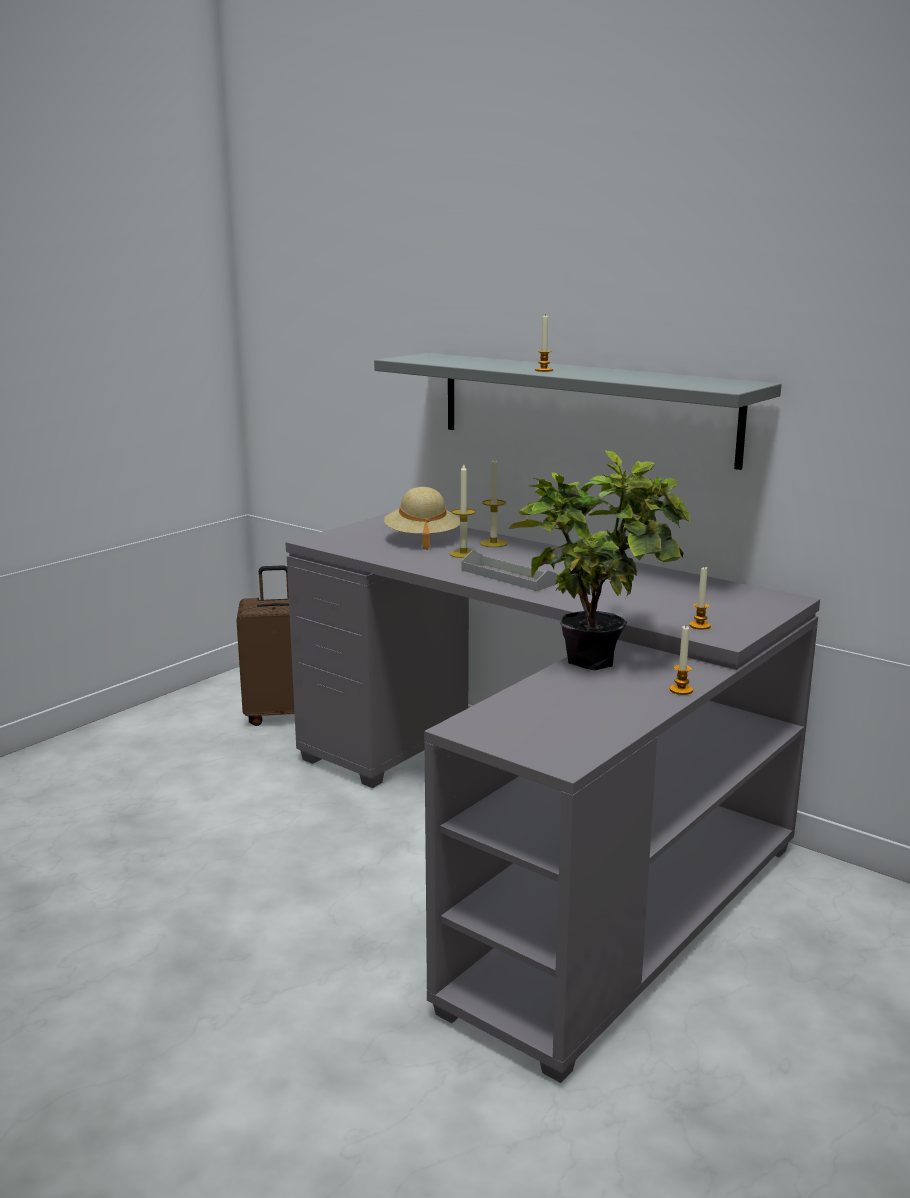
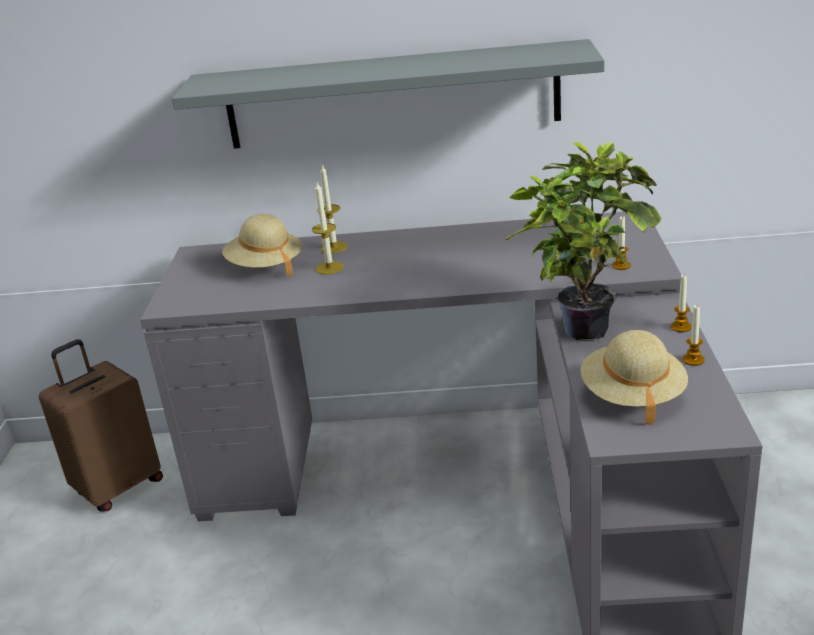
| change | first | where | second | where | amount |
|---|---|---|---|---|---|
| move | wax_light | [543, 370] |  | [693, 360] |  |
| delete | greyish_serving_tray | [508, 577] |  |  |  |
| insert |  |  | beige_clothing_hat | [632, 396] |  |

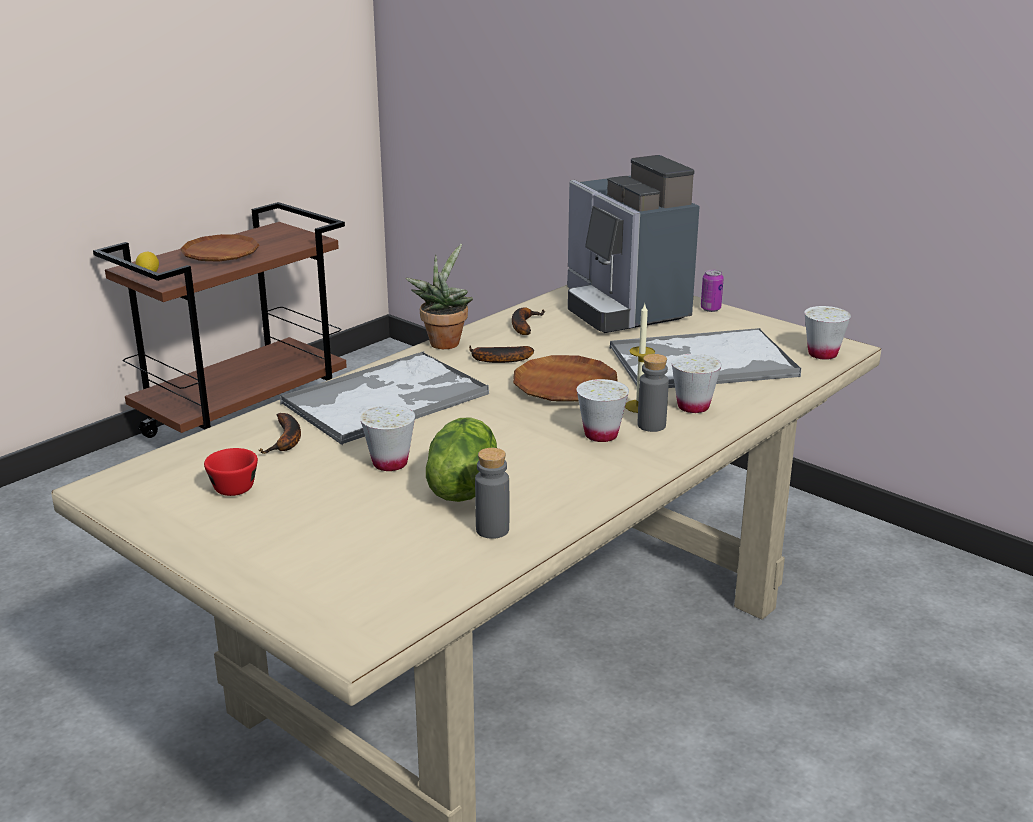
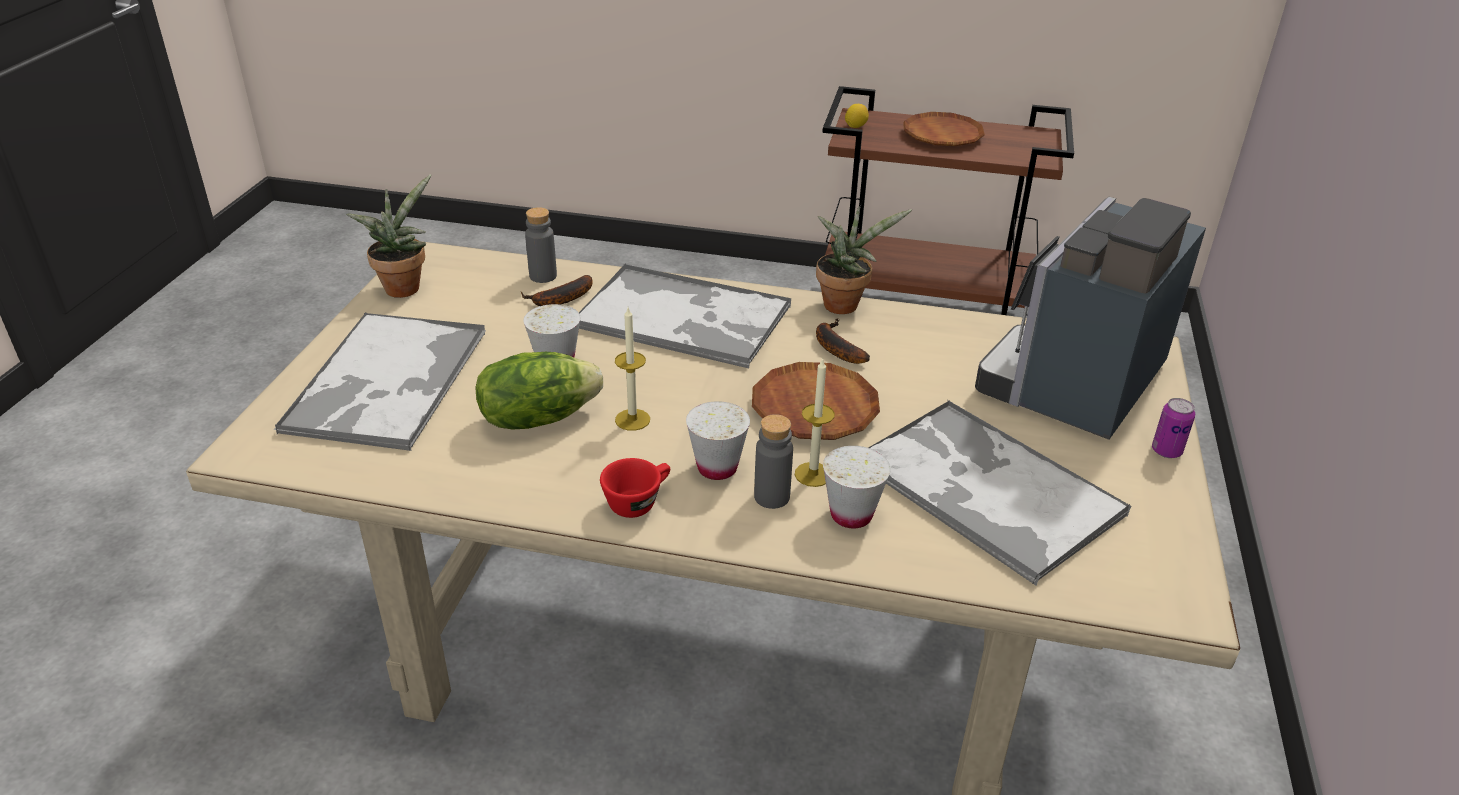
| change | first | where | second | where | amount |
|---|---|---|---|---|---|
| delete | white-coloured_cup | [822, 354] |  |  |  |
| delete | whole_banana | [523, 325] |  |  |  |
| move | red-coloured_cup | [233, 485] |  | [638, 501] |  |
| move | greyish_beverage_bottle | [492, 530] |  | [543, 276] |  |
| insert |  |  | potted_plant | [403, 286] |  |
| insert |  |  | wax_light | [632, 419] |  |
| insert |  |  | serving_tray | [386, 382] |  |

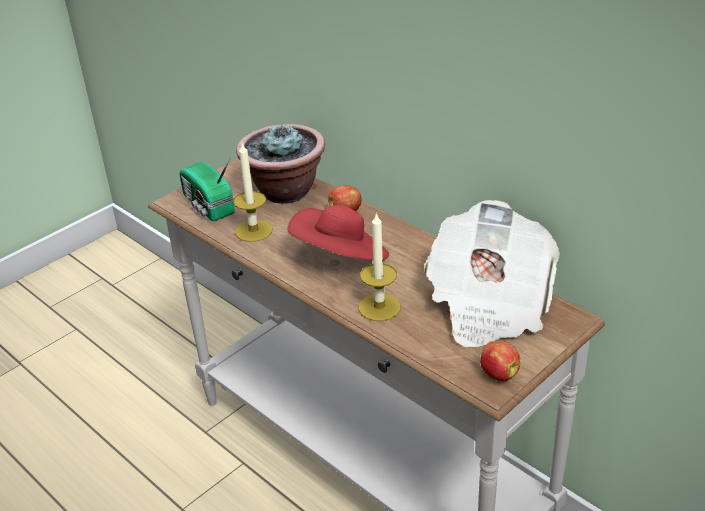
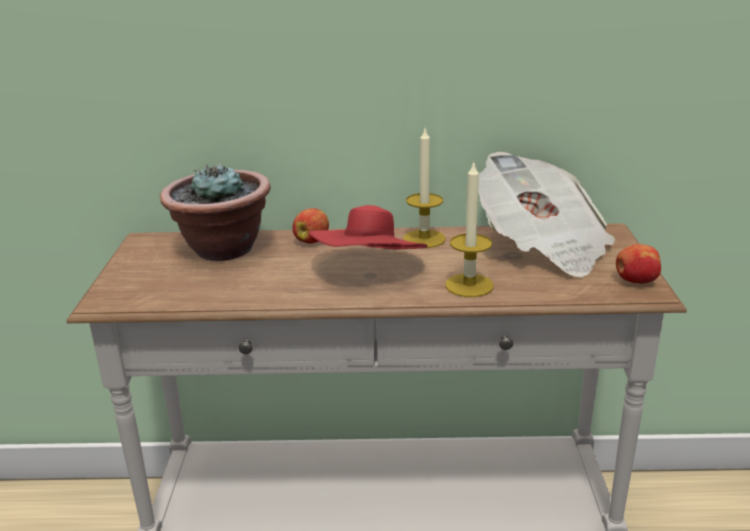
| change | first | where | second | where | amount |
|---|---|---|---|---|---|
| move | wax_light | [253, 230] |  | [424, 239] |  |
| delete | radio_set | [208, 206] |  |  |  |

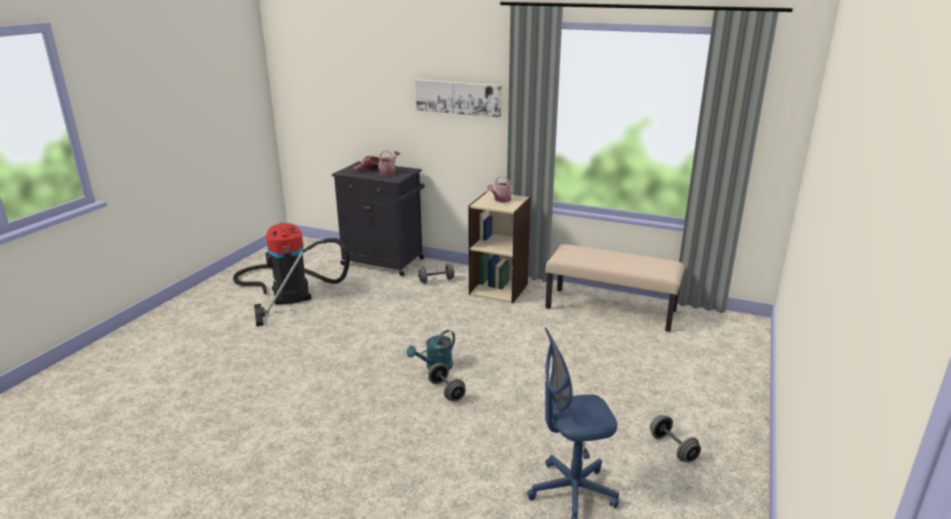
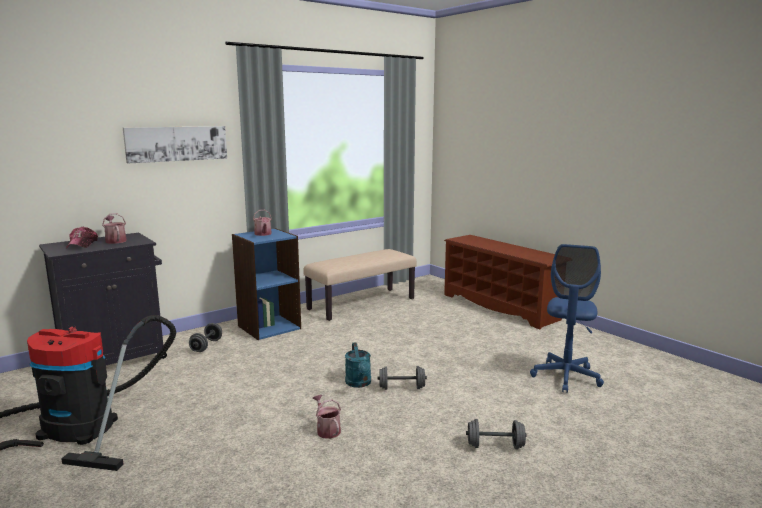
| change | first | where | second | where | amount |
|---|---|---|---|---|---|
| recolor | beige_shelving_unit | [499, 289] | blue_shelving_unit | [269, 327] |  |
| move | greyish_dumbbell | [673, 448] |  | [495, 446] |  |
| insert |  |  | brown-coloured_shoe_stand | [501, 307] |  |
| insert |  |  | sprinkling_can | [327, 430] |  |

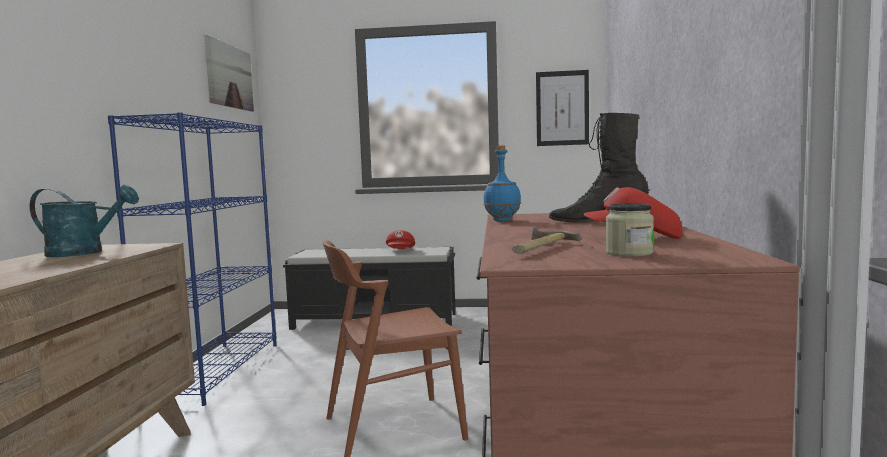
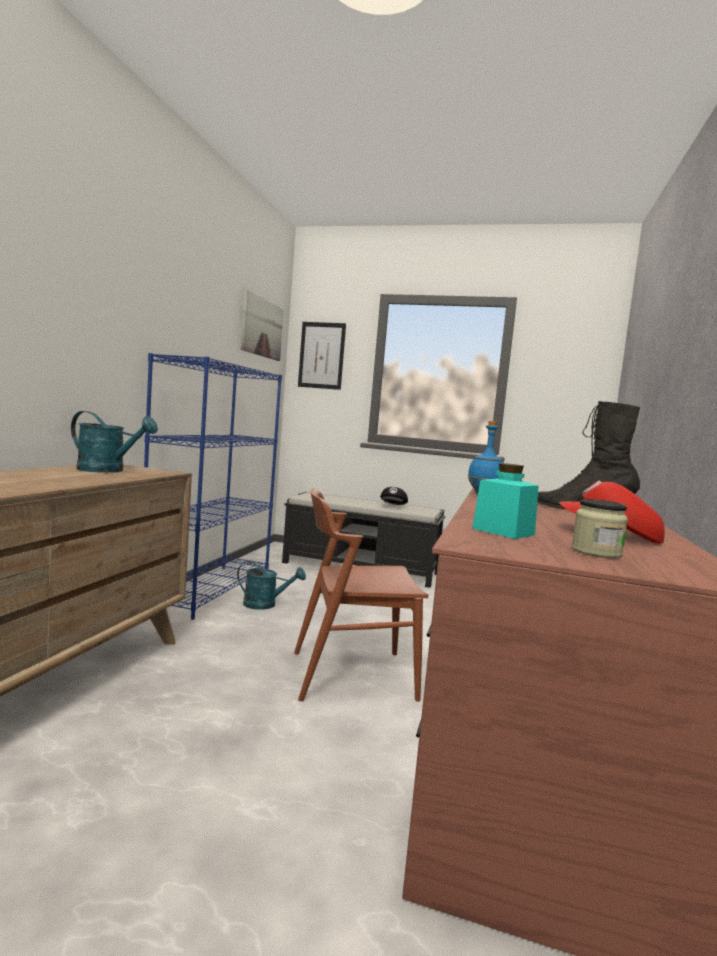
| change | first | where | second | where | amount |
|---|---|---|---|---|---|
| move | picture | [562, 108] |  | [321, 355] |  |
| replace | tool_hammer | [538, 249] | blue-green_preserve_jar | [503, 531] |  |
| recolor | red-coloured_baseball_cap | [401, 251] | black_baseball_cap | [393, 506] |  |
| insert |  |  | blue-green_sprinkling_can | [265, 605] |  |

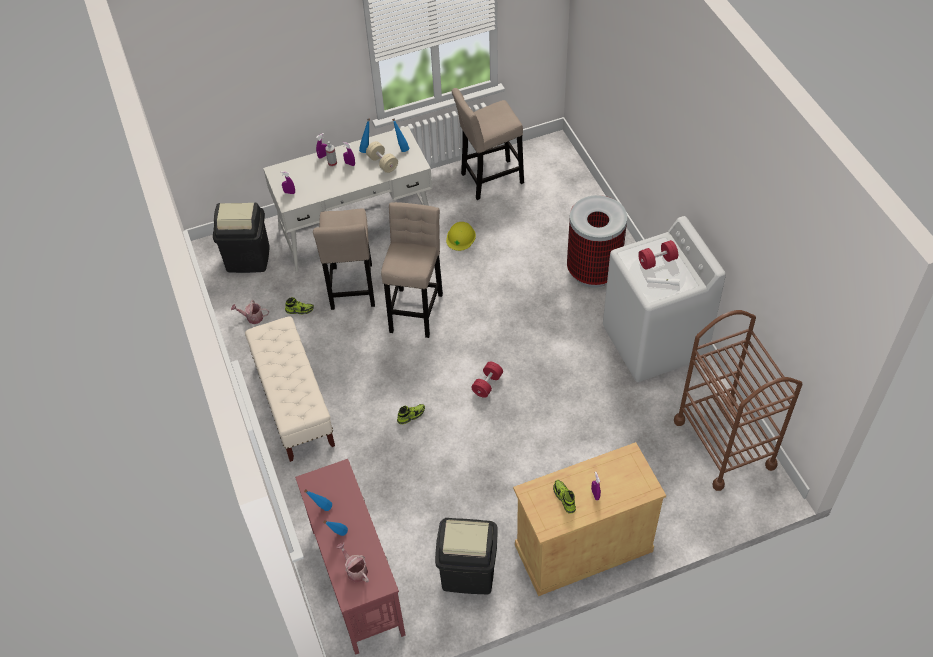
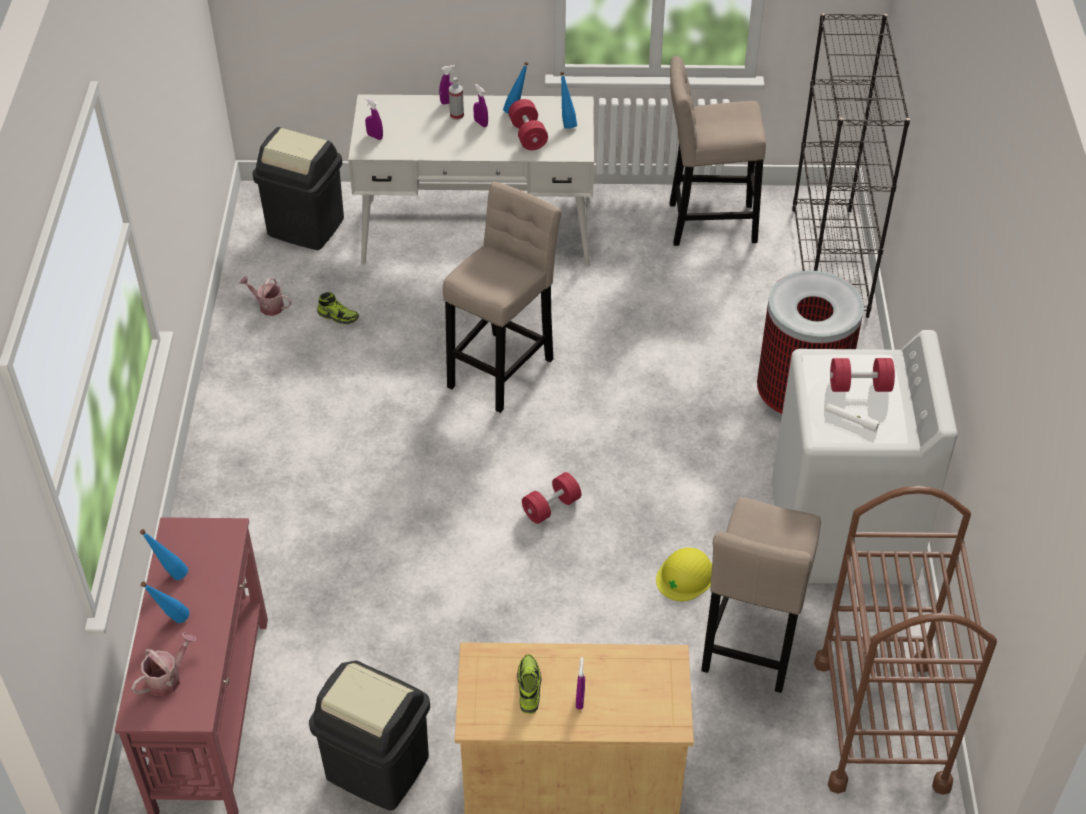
| change | first | where | second | where | amount |
|---|---|---|---|---|---|
| recolor | beige_dumbbell | [382, 163] | red-coloured_dumbbell | [528, 135] |  |
| move | beige_stool | [352, 289] |  | [751, 646] |  |
| move | yellow_hard_hat | [460, 237] |  | [685, 576] |  |
| delete | beige_indoor_bench | [294, 404] |  |  |  |
| delete | low_shoe | [411, 415] |  |  |  |
| rotate | sprinkling_can | [355, 570] |  | [167, 678] | 60 degrees clockwise |
| insert |  |  | black_shelving_unit | [830, 262] |  |

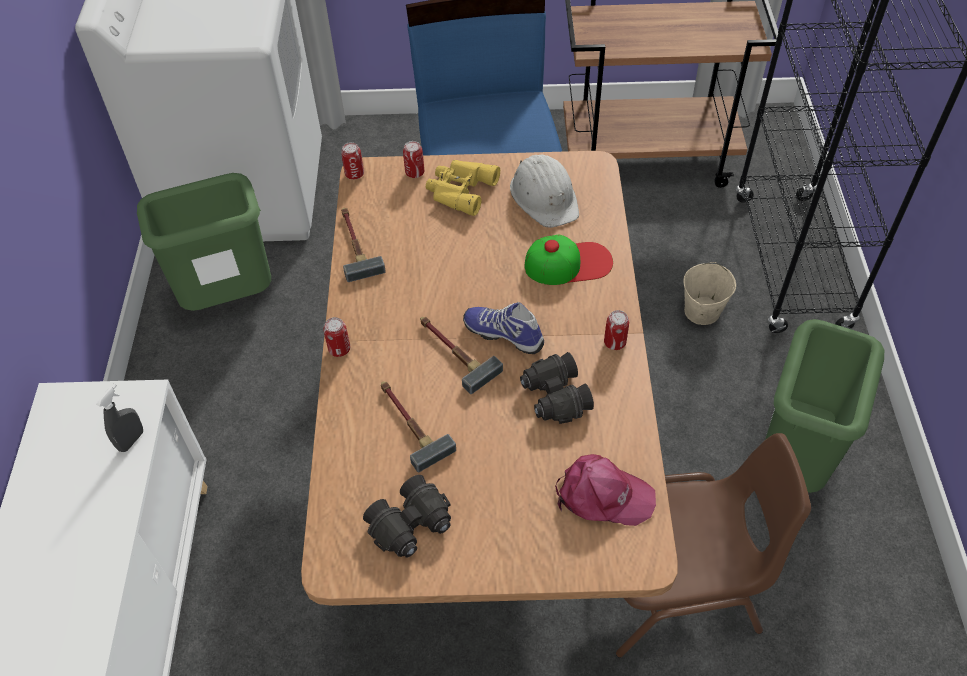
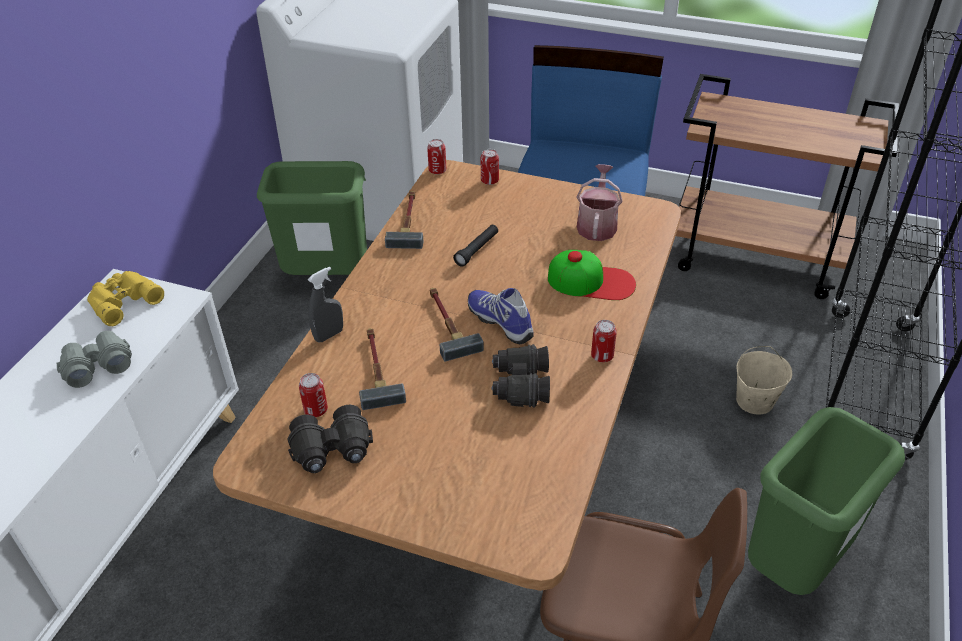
| change | first | where | second | where | amount |
|---|---|---|---|---|---|
| replace | white-coloured_hard_hat | [544, 196] | sprinkling_can | [597, 224] |  |
| move | yellow_binoculars | [459, 190] |  | [122, 300] |  |
| move | can | [339, 349] |  | [316, 410] |  |
| move | greyish_hand_sprayer | [131, 440] |  | [329, 335] |  |
| delete | pink-coloured_baseball_cap | [603, 495] |  |  |  |
| insert |  |  | black_flashlight | [477, 250] |  |
| insert |  |  | greyish_binoculars | [97, 365] |  |

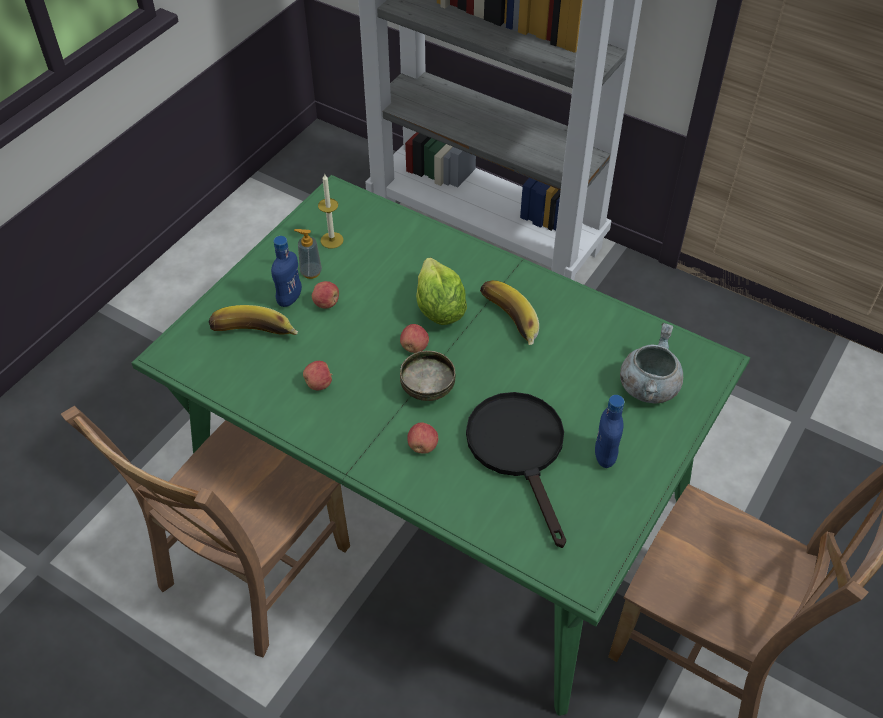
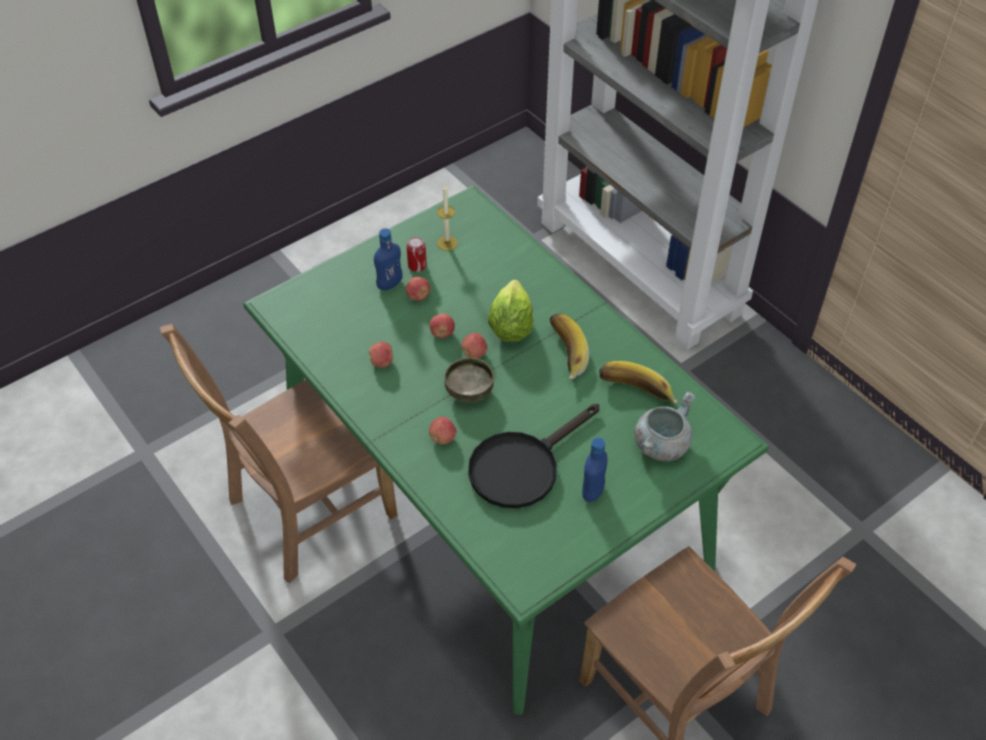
| change | first | where | second | where | amount |
|---|---|---|---|---|---|
| replace | soap_bottle | [311, 272] | can | [417, 266] |  |
| move | whole_banana | [254, 336] |  | [635, 393] |  |
| rotate | black_pan | [520, 451] |  | [522, 466] | 135 degrees counterclockwise |
| insert |  |  | apple | [442, 333] |  |

